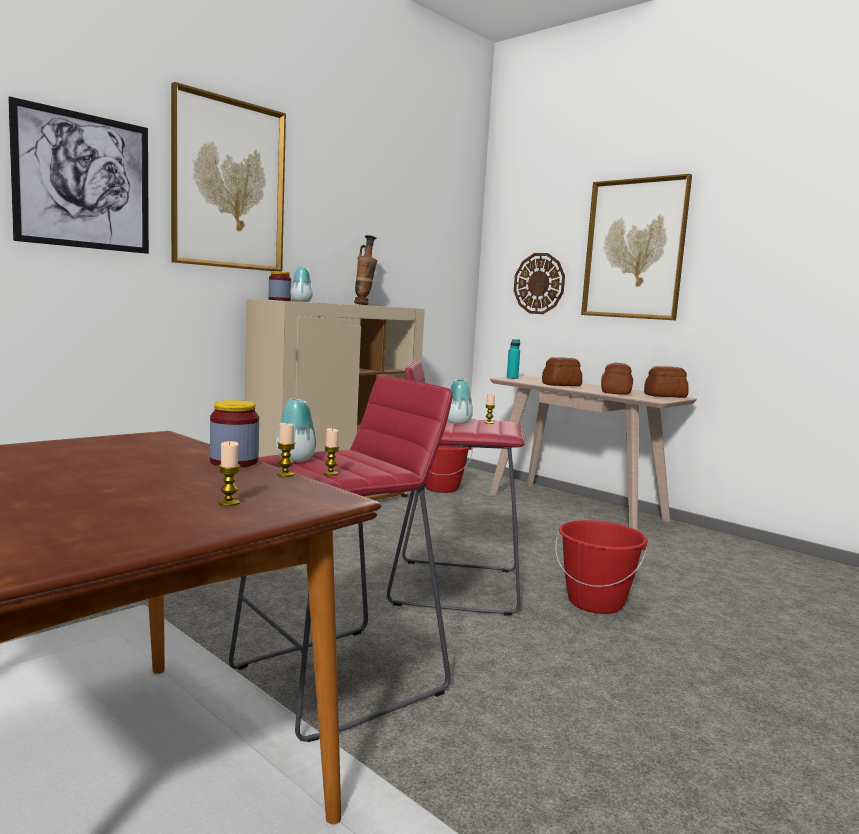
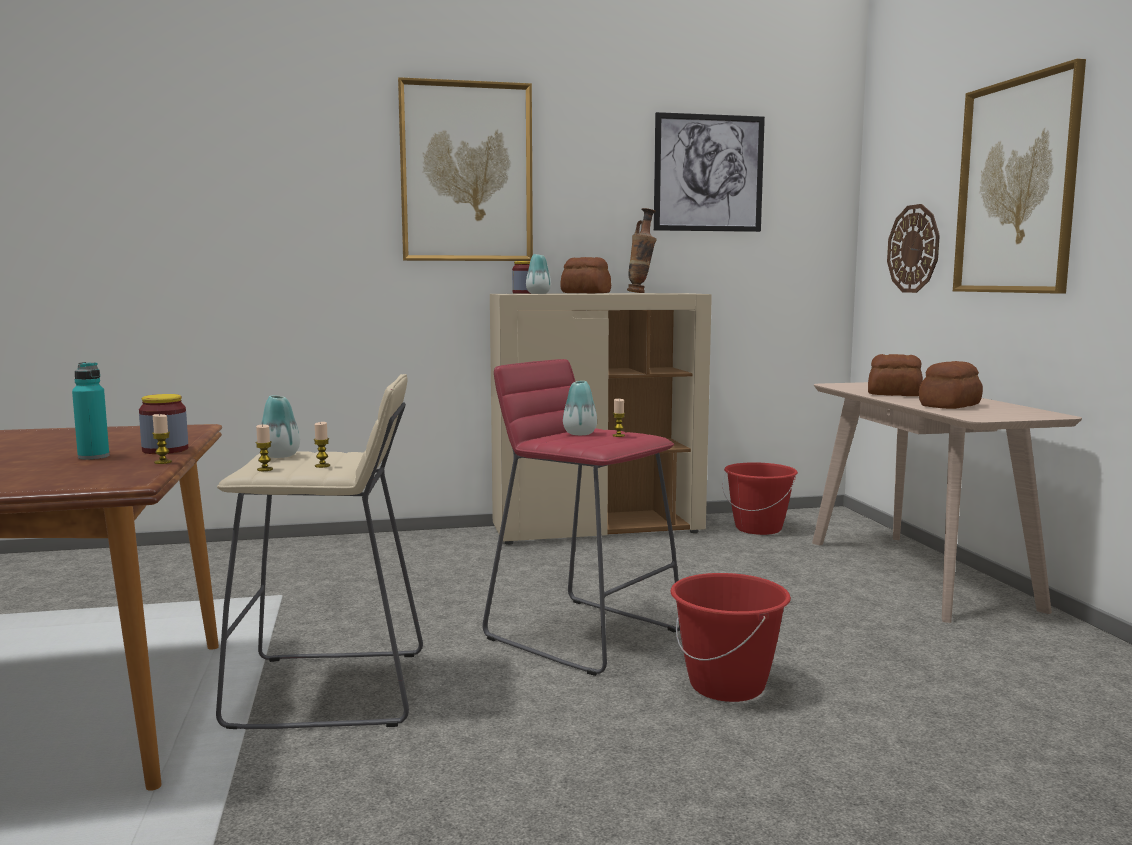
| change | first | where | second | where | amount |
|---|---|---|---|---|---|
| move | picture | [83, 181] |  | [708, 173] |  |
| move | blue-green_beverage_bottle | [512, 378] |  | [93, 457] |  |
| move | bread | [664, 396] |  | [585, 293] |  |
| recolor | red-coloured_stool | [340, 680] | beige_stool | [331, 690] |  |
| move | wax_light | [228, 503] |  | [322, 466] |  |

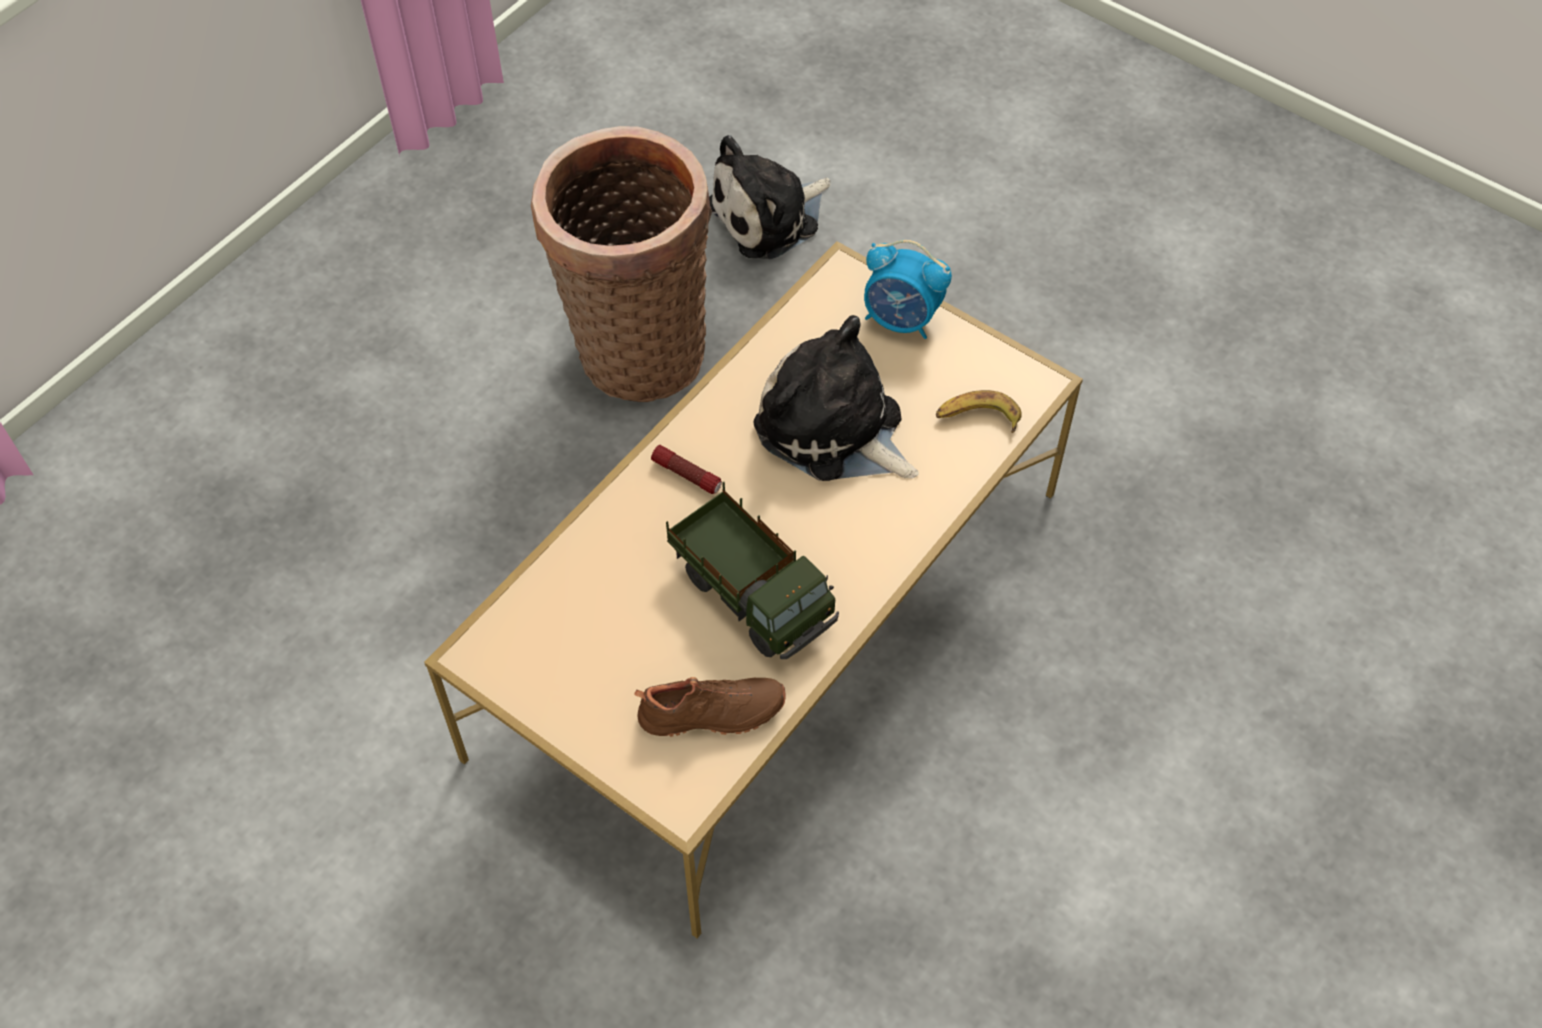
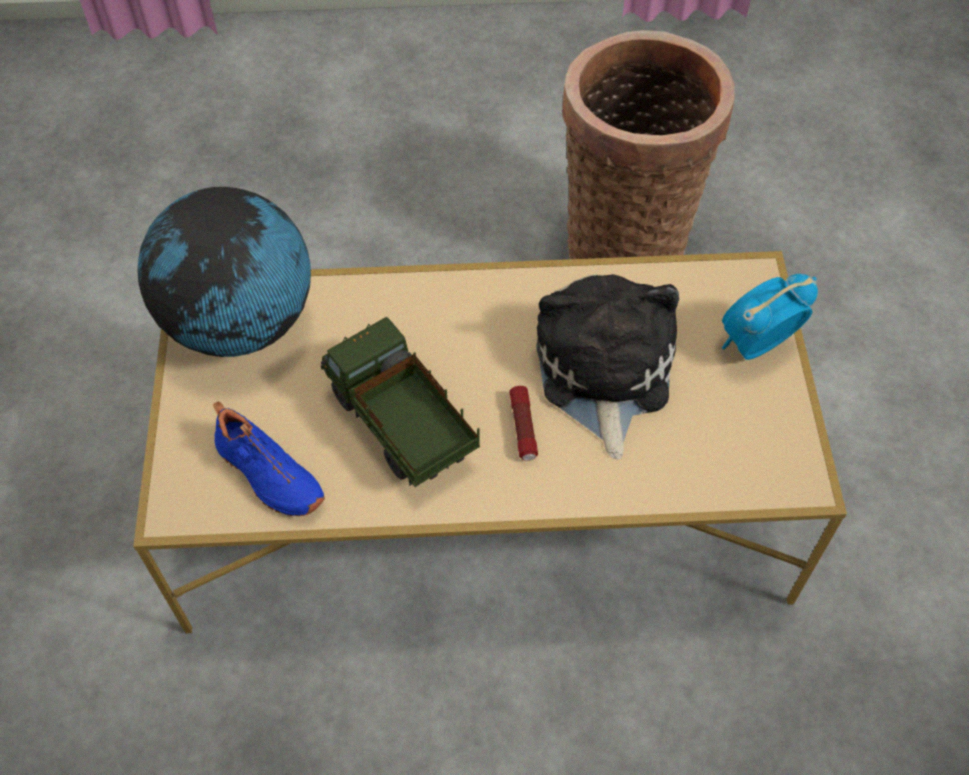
| change | first | where | second | where | amount |
|---|---|---|---|---|---|
| delete | soft_toy | [769, 216] |  |  |  |
| rotate | table_clock | [901, 320] |  | [755, 344] | 75 degrees clockwise |
| delete | whole_banana | [977, 417] |  |  |  |
| move | flashlight | [687, 475] |  | [523, 428] |  |
| rotate | toy_truck | [752, 593] |  | [400, 425] | 135 degrees clockwise |
| recolor | brown-coloured_low_shoe | [712, 715] | blue_low_shoe | [267, 476] |  |
| insert |  |  | globe | [240, 323] |  |

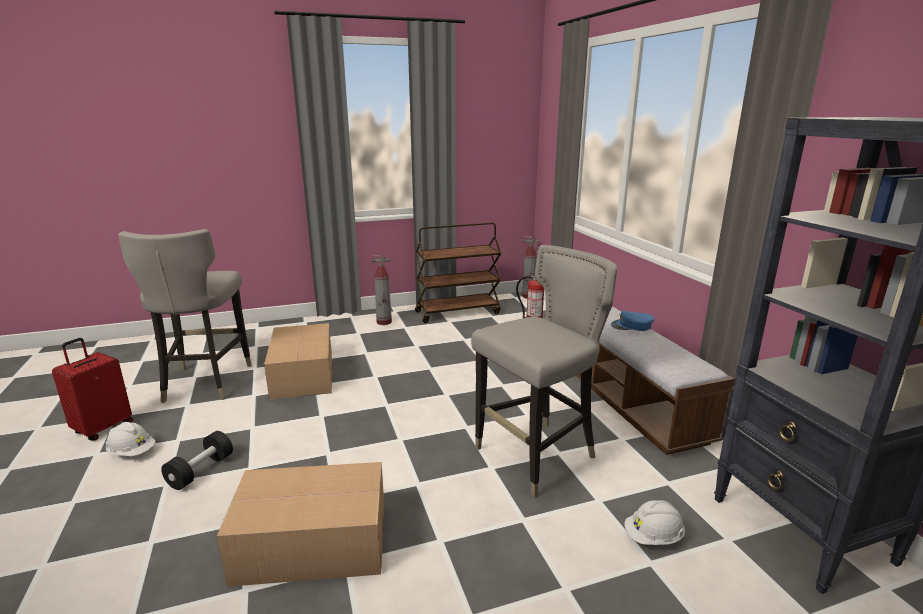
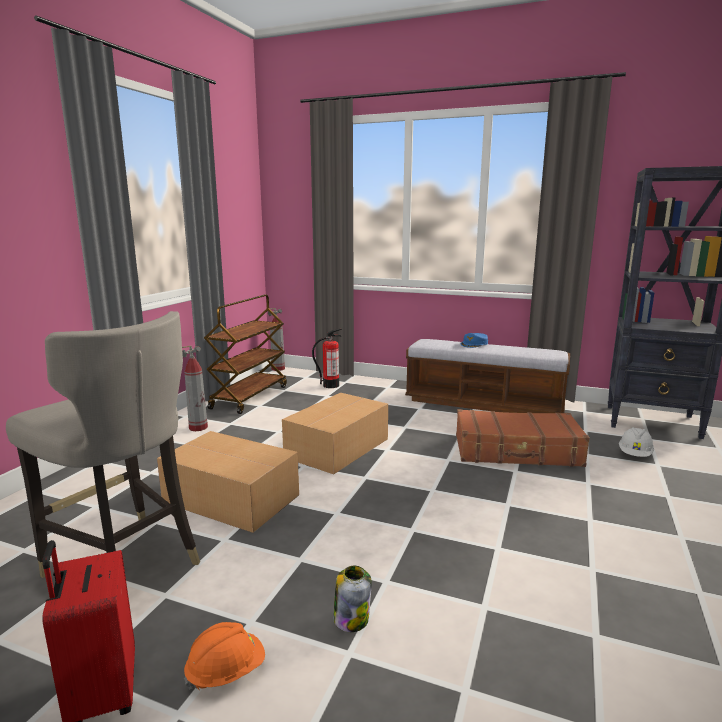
| change | first | where | second | where | amount |
|---|---|---|---|---|---|
| replace | greyish_stool | [537, 455] | brown-coloured_suitcase | [517, 451] |  |
| recolor | white-coloured_hard_hat | [132, 452] | orangey_hard_hat | [226, 672] |  |
| replace | black_dumbbell | [201, 471] | preserve_jar | [351, 618] |  |
| move | packing_box | [310, 542] |  | [336, 448] |  |

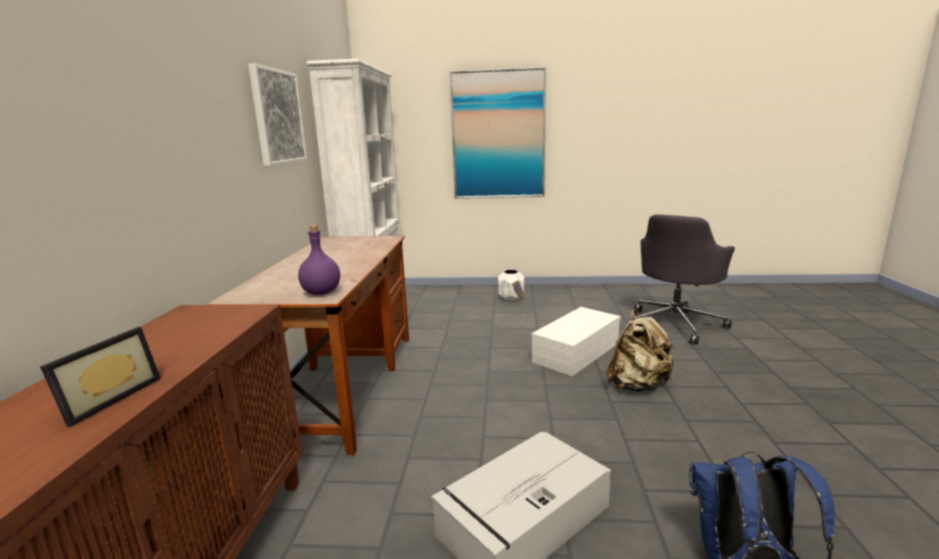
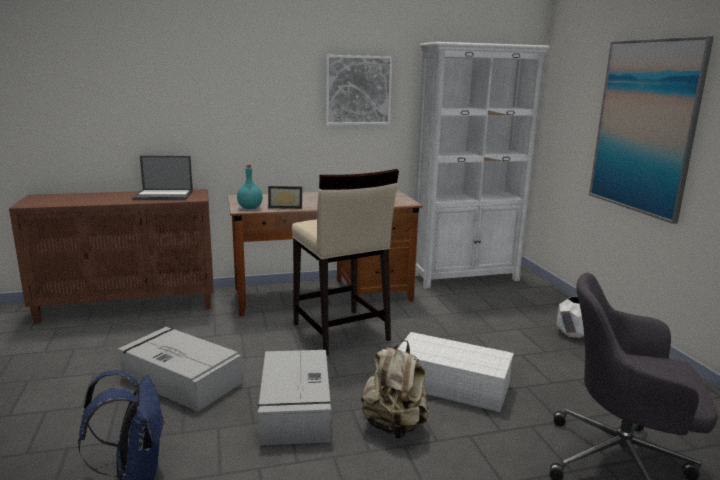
| change | first | where | second | where | amount |
|---|---|---|---|---|---|
| recolor | purple_beverage_bottle | [322, 293] | blue-green_beverage_bottle | [249, 208] |  |
| move | photo_frame | [107, 399] |  | [285, 207] |  |
| insert |  |  | laptop | [164, 195] |  |
| insert |  |  | beige_stool | [340, 332] |  |
| insert |  |  | greyish_storage_box | [295, 408] |  |

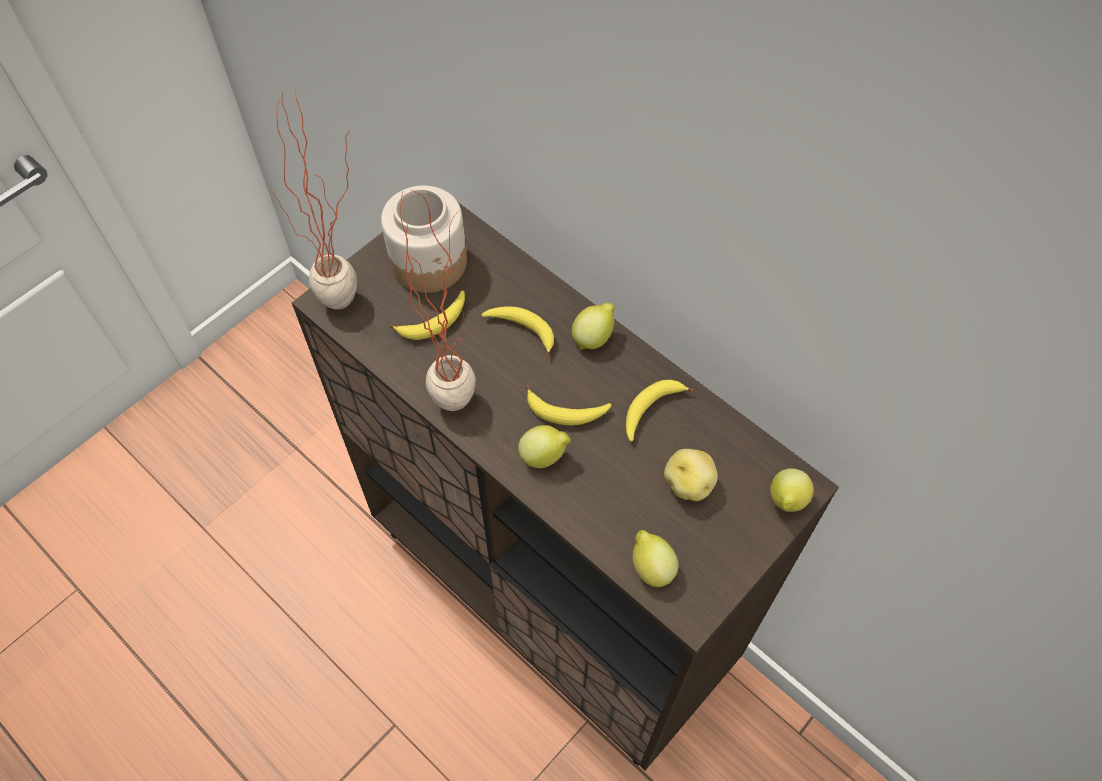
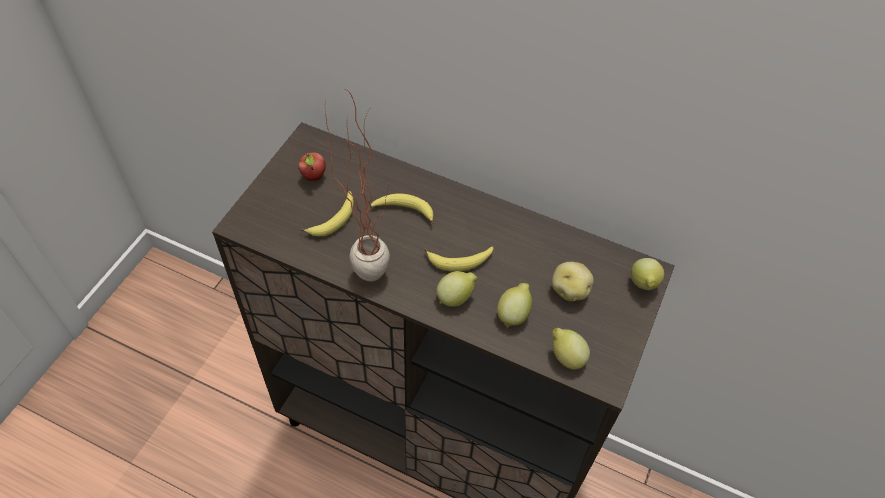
| change | first | where | second | where | amount |
|---|---|---|---|---|---|
| delete | potted_plant | [351, 307] |  |  |  |
| replace | preserve_jar | [430, 263] | apple | [314, 177] |  |
| move | lemon | [594, 337] |  | [513, 314] |  |
| delete | whole_banana | [650, 410] |  |  |  |

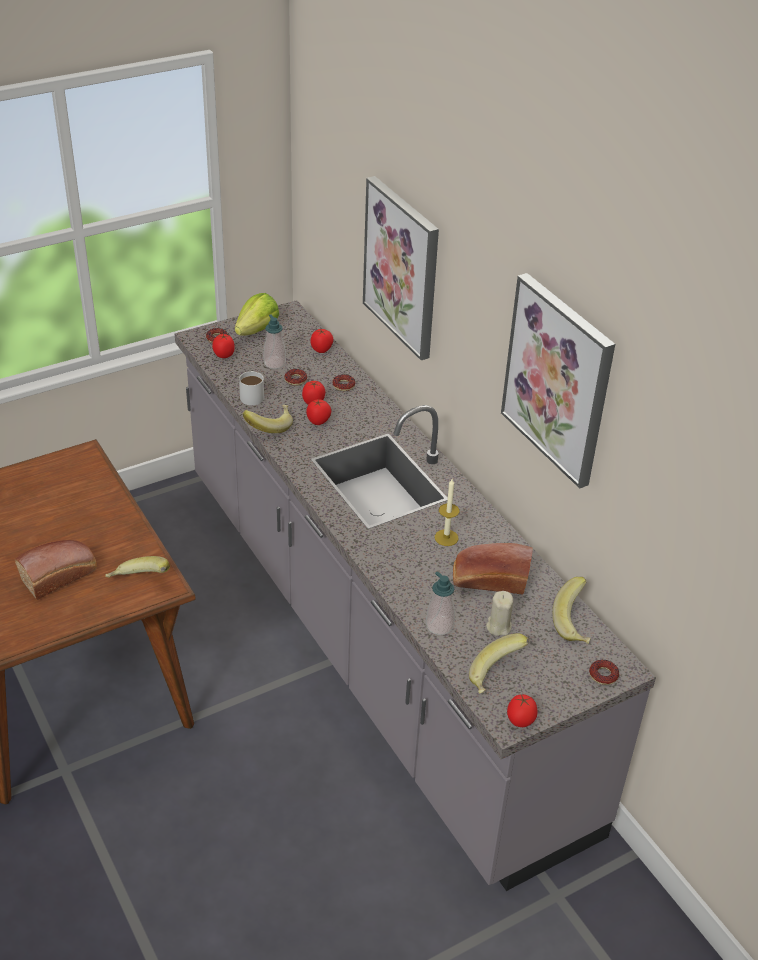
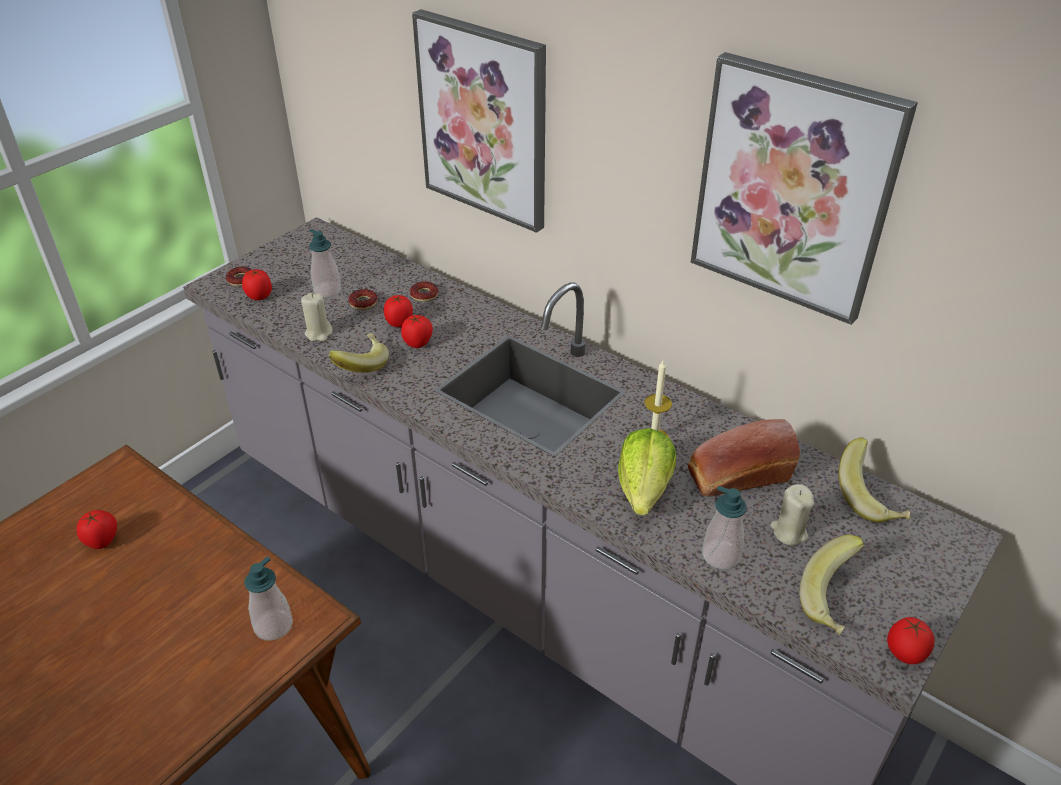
| change | first | where | second | where | amount |
|---|---|---|---|---|---|
| move | lettuce_head | [257, 330] |  | [644, 490] |  |
| move | whole_tomato | [322, 350] |  | [103, 541] |  |
| replace | white-coloured_tea_mug | [252, 395] | beige_wax_light | [319, 333] |  |
| delete | bread | [60, 576] |  |  |  |
| replace | whole_banana | [139, 582] | soap_bottle | [273, 626] |  |
| delete | ring_doughnut | [603, 675] |  |  |  |

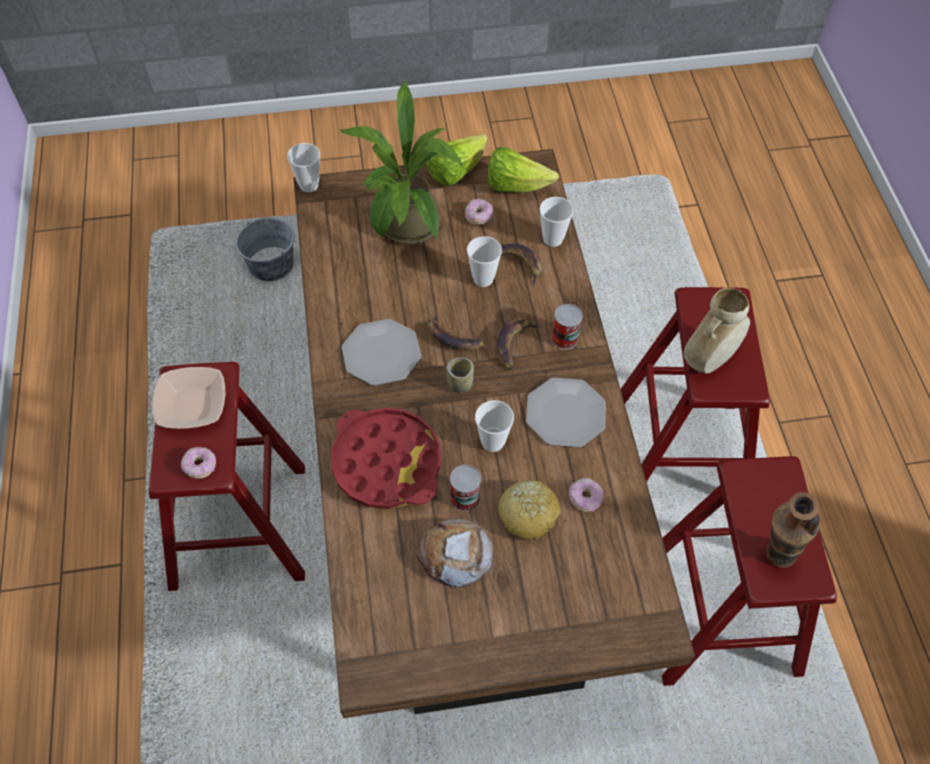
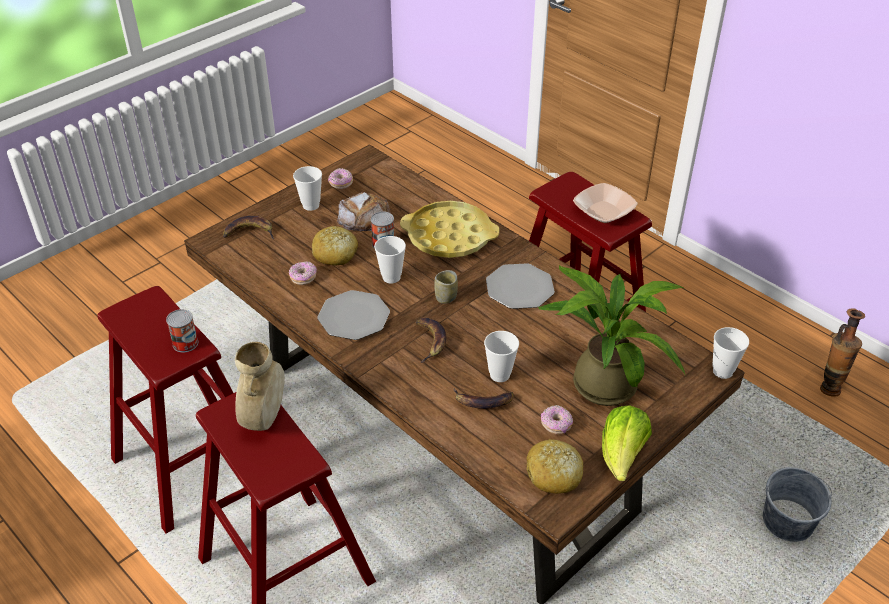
| change | first | where | second | where | amount |
|---|---|---|---|---|---|
| replace | lettuce_head | [516, 186] | bread | [553, 474] |  |
| move | cup | [553, 239] |  | [311, 205] |  |
| move | can | [565, 337] |  | [185, 343] |  |
| move | whole_banana | [452, 338] |  | [249, 232] |  |
| recolor | red-coloured_serving_tray | [387, 463] | yellow_serving_tray | [449, 236] |  |
| move | ring_doughnut | [200, 466] |  | [341, 183] |  |
| move | decorative_vase | [772, 560] |  | [830, 386] |  |

